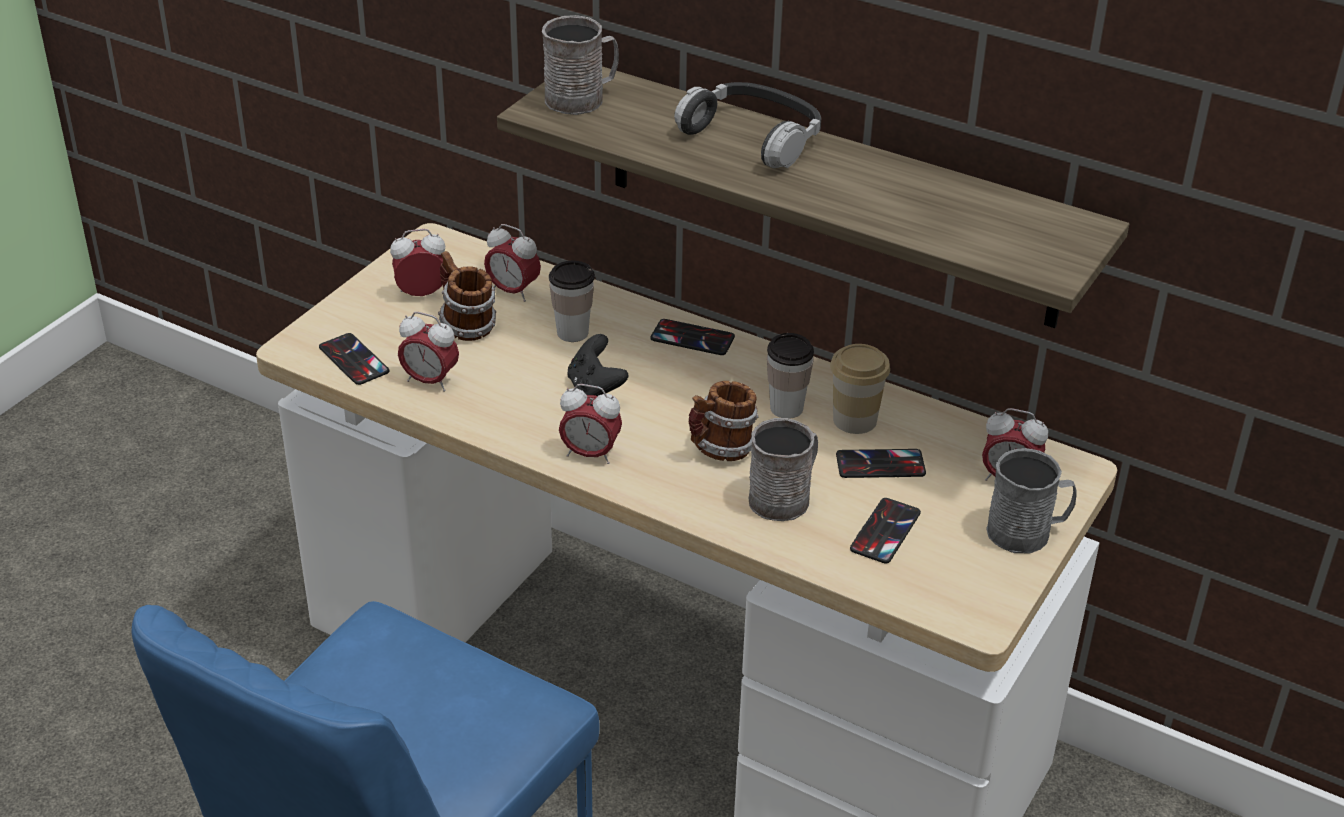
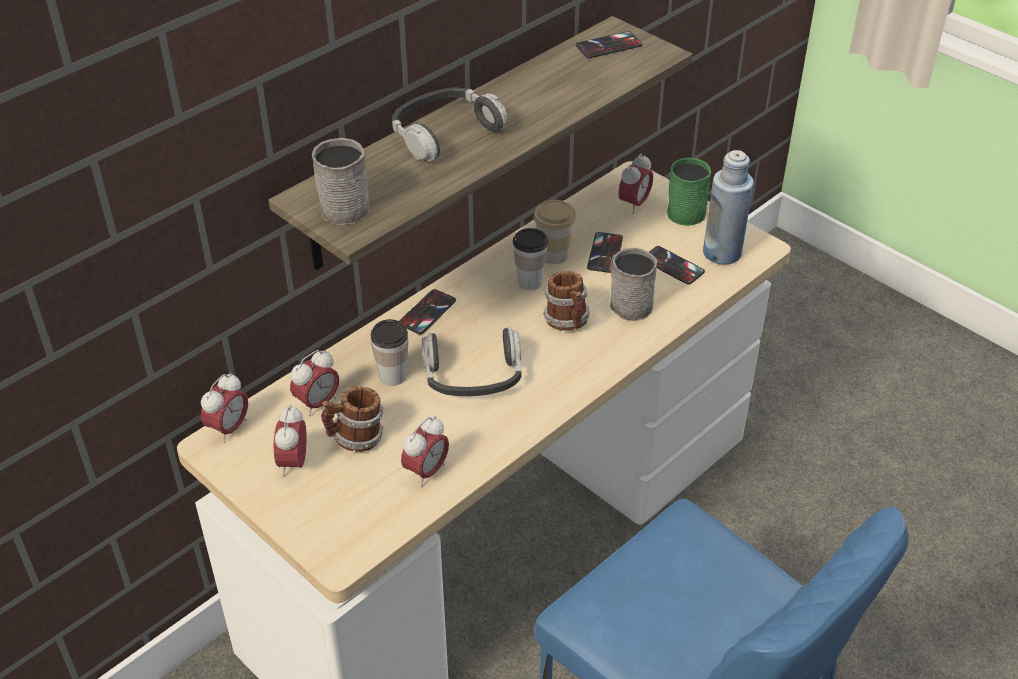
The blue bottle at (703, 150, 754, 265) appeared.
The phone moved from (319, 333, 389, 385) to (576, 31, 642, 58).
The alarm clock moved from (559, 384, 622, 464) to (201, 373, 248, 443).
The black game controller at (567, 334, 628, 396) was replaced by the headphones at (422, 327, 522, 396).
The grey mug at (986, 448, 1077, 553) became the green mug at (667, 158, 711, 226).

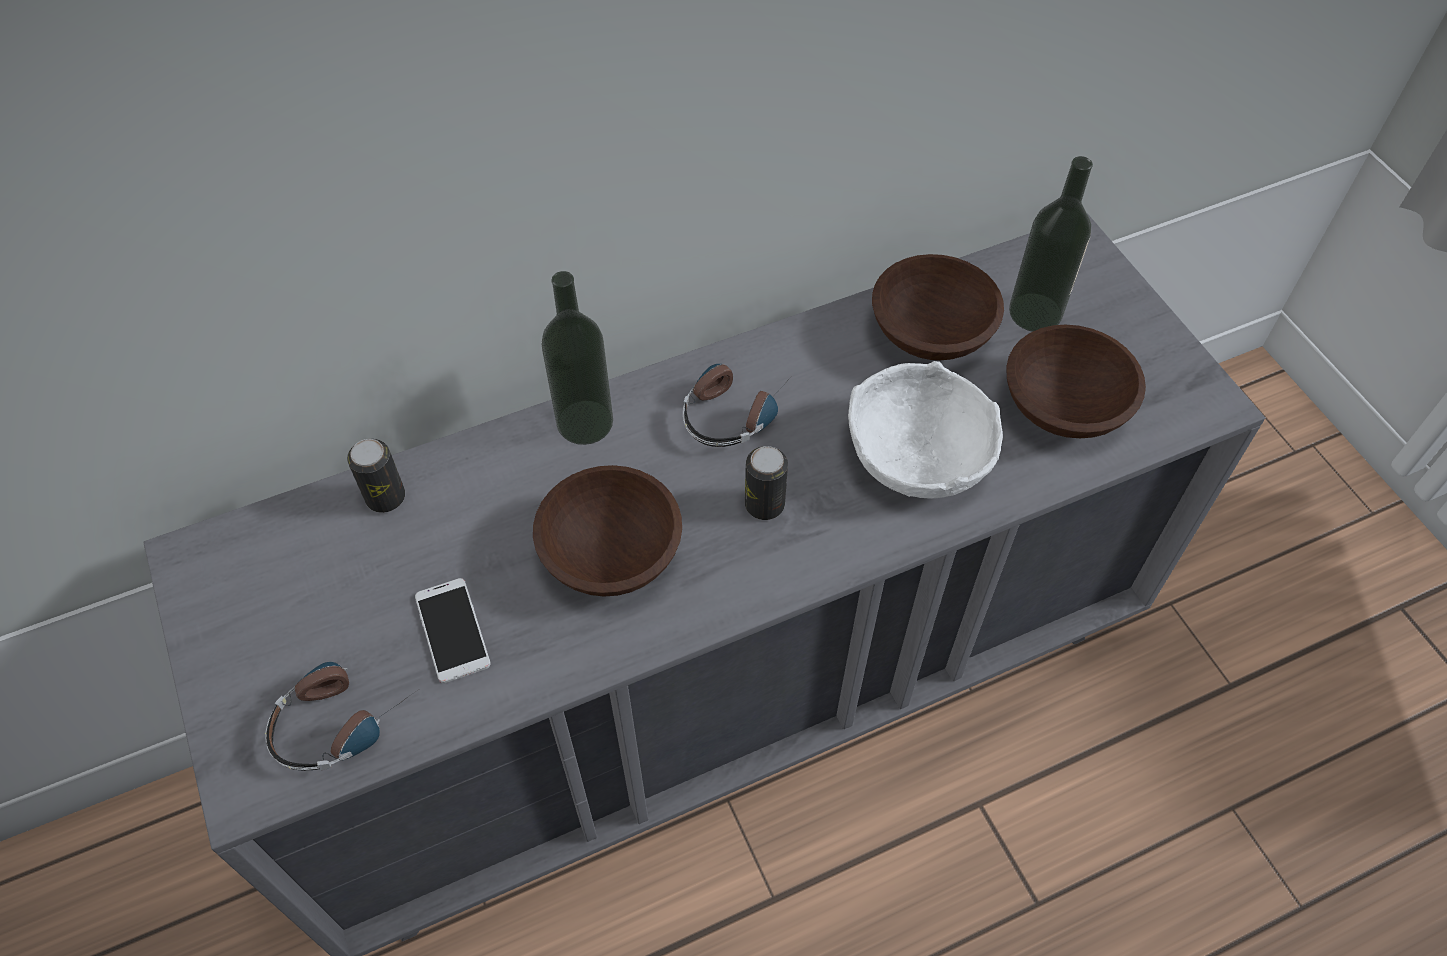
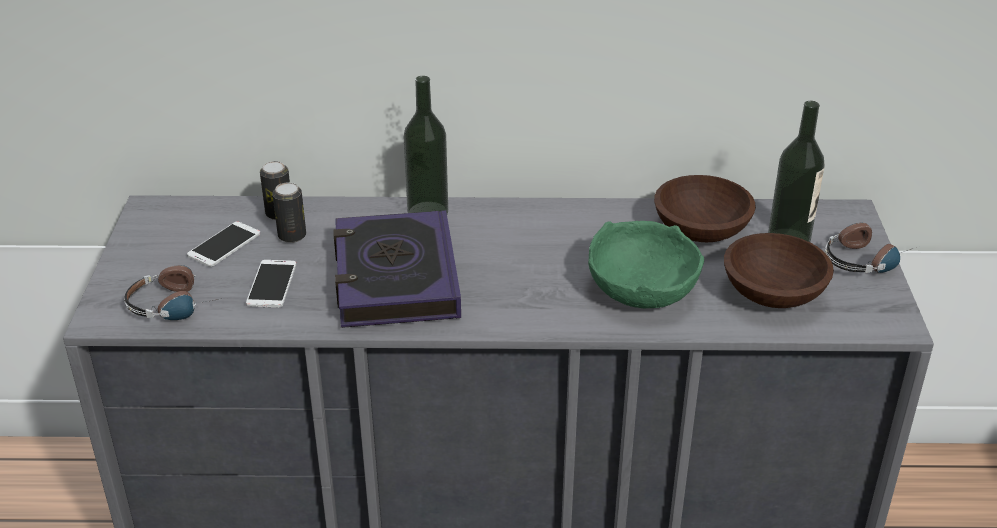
The phone at (187, 221, 260, 267) appeared.
The headphones moved from (683, 364, 796, 447) to (825, 223, 913, 273).
The can moved from (745, 446, 788, 520) to (272, 182, 306, 243).
The brown bowl at (533, 465, 682, 596) was replaced by the book at (333, 210, 461, 328).
The white bowl at (848, 361, 1003, 499) became the green bowl at (588, 221, 704, 308).

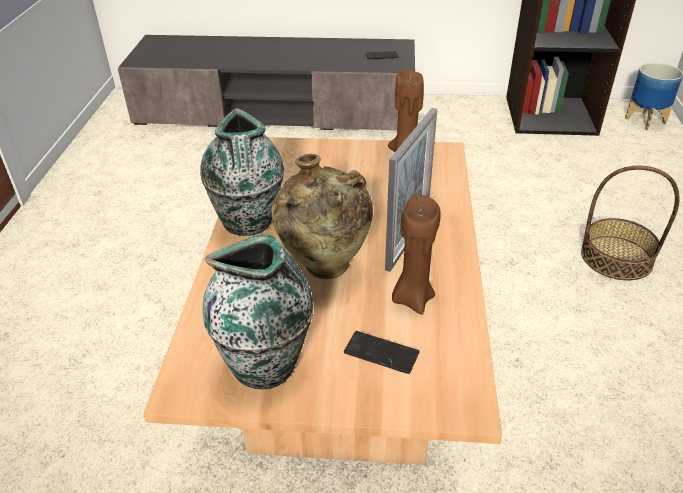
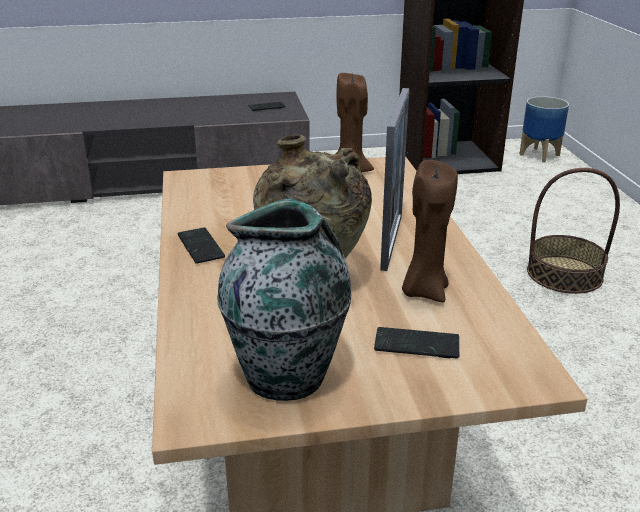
The vase at (200, 108, 284, 236) was replaced by the phone at (178, 227, 225, 264).

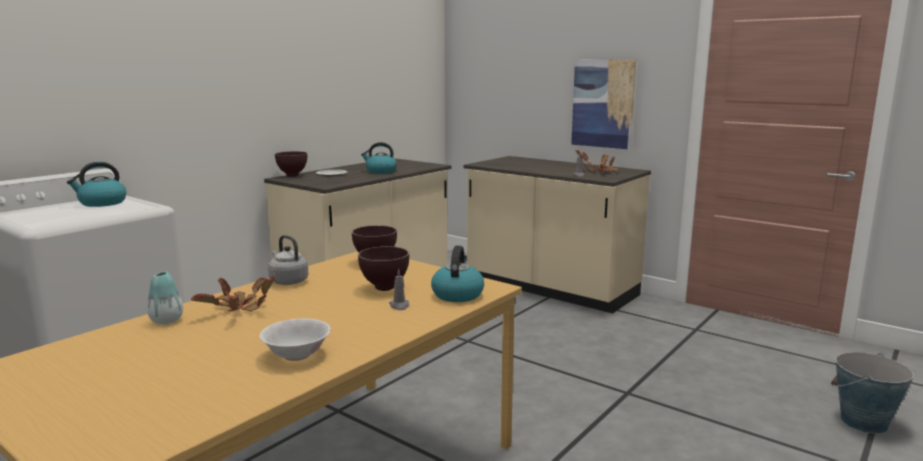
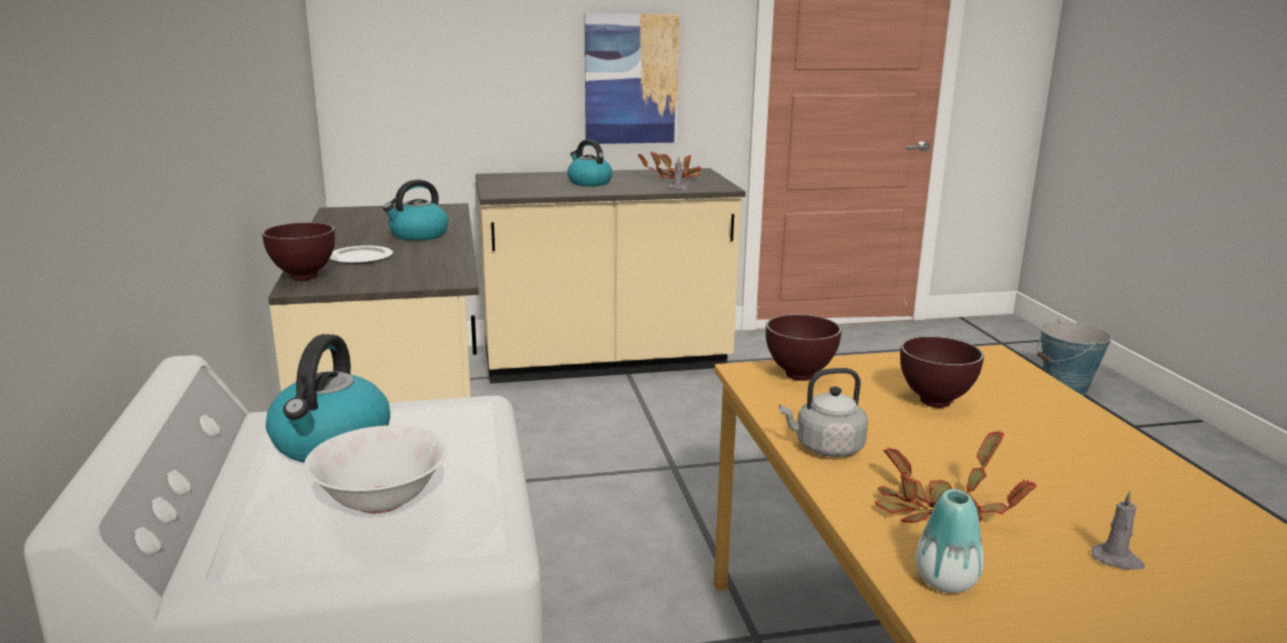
The white bowl moved from (259, 318, 331, 361) to (304, 425, 447, 514).
The grey candle moved from (389, 268, 409, 310) to (1092, 491, 1145, 570).
The kettle moved from (431, 246, 484, 302) to (567, 139, 613, 186).

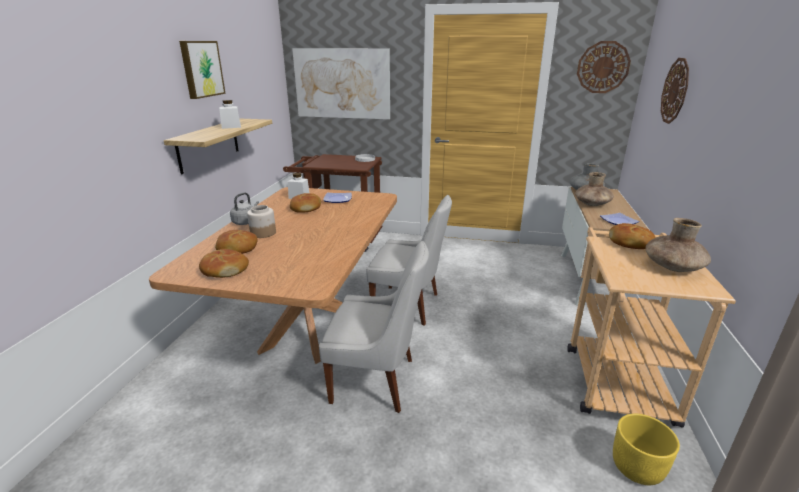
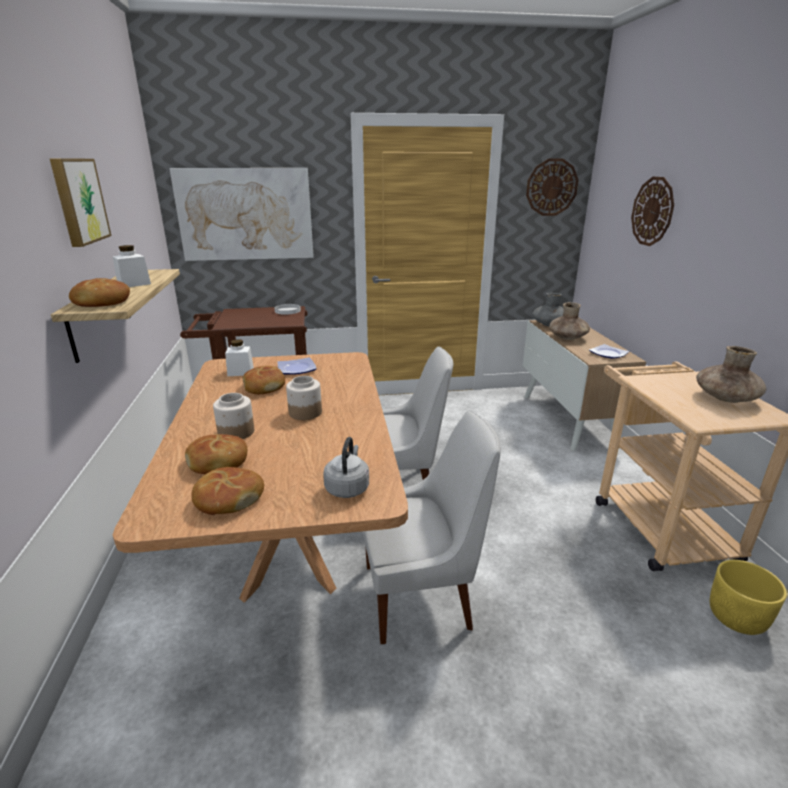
The jar at (286, 376, 322, 420) appeared.
The grey kettle moved from (230, 192, 259, 225) to (323, 437, 369, 498).
The bread moved from (609, 223, 655, 249) to (69, 278, 130, 307).

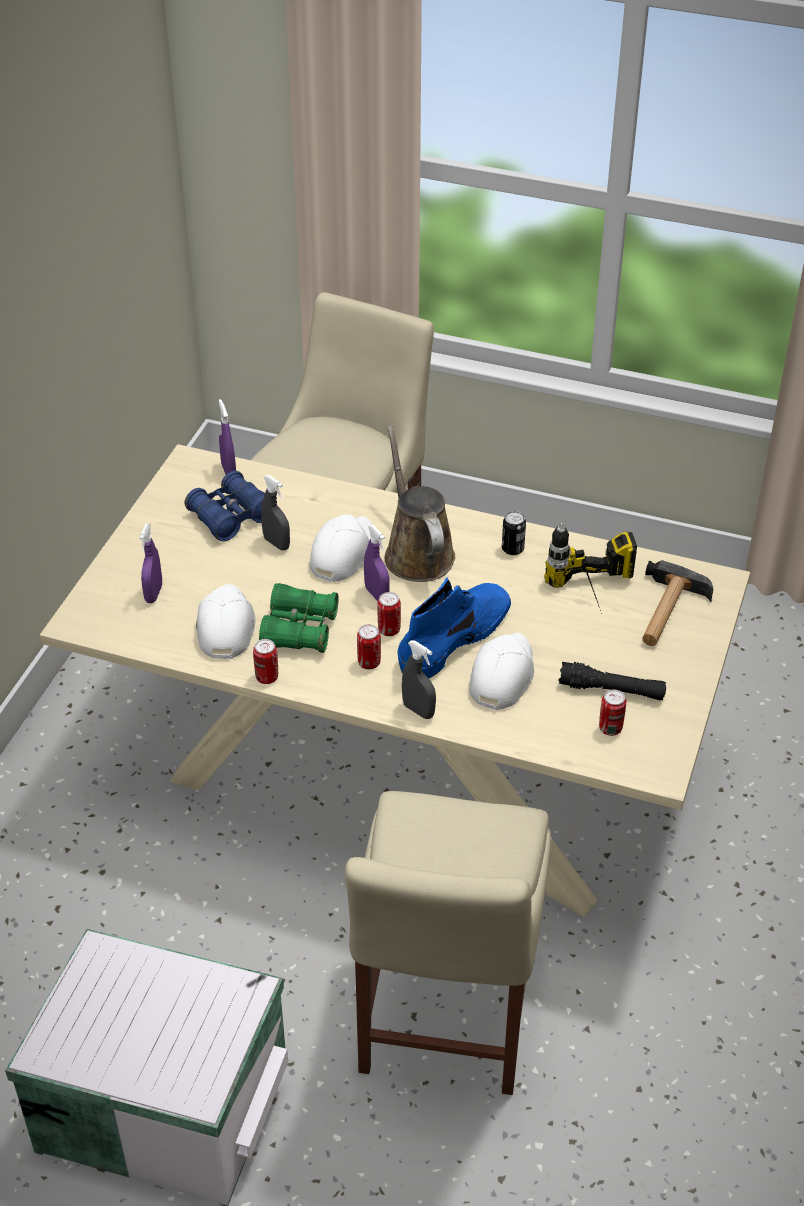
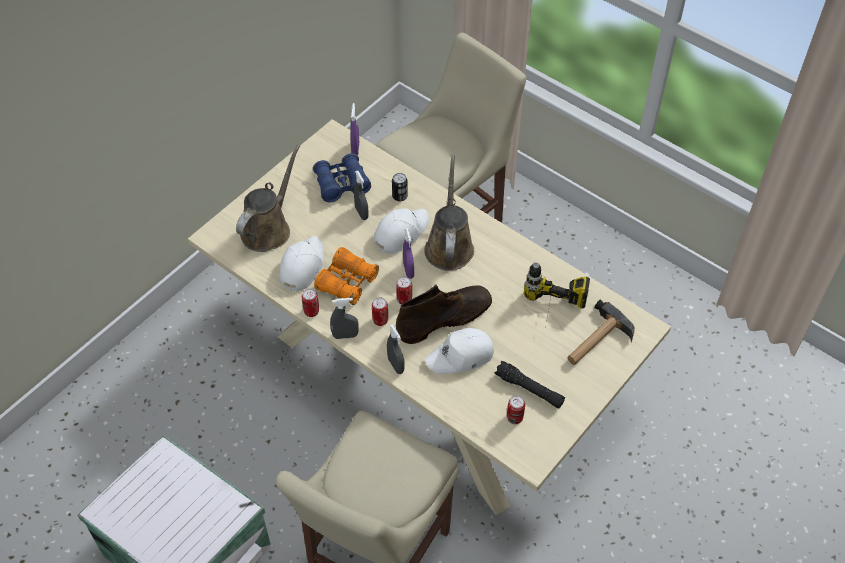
The grey spray bottle at (330, 298, 359, 339) appeared.
The can moved from (502, 511, 526, 555) to (392, 173, 408, 201).
The purple spray bottle at (139, 523, 162, 603) was replaced by the brown watering can at (236, 145, 300, 252).
The green binoculars at (259, 583, 339, 653) became the orange binoculars at (314, 247, 379, 305).
The blue boot at (397, 578, 511, 679) became the brown boot at (396, 284, 492, 344).
The white cap at (469, 633, 534, 710) turned 150 degrees counterclockwise.

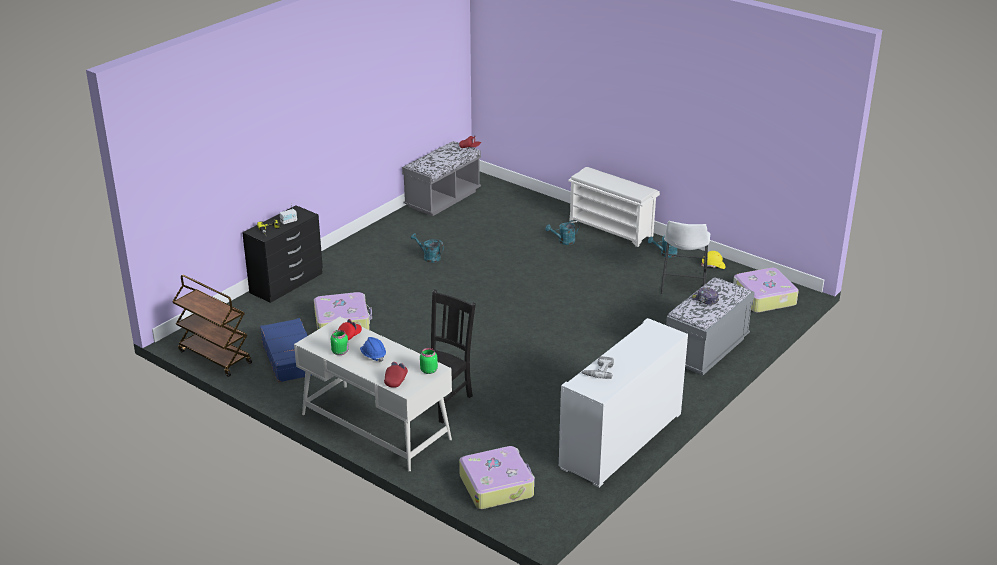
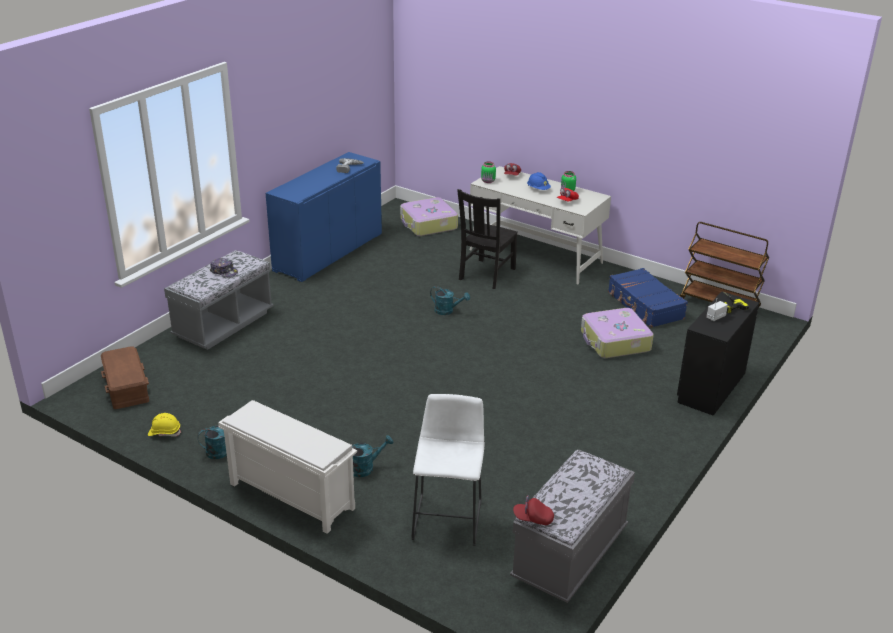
The turquoise watering can moved from (411, 233, 444, 263) to (430, 286, 470, 315).
The white stool moved from (661, 221, 710, 294) to (411, 394, 485, 546).
The suitcase at (733, 267, 799, 313) was replaced by the brown storage box at (101, 346, 149, 409).
The white cabinet at (559, 318, 688, 488) became the blue cabinet at (265, 152, 382, 282).

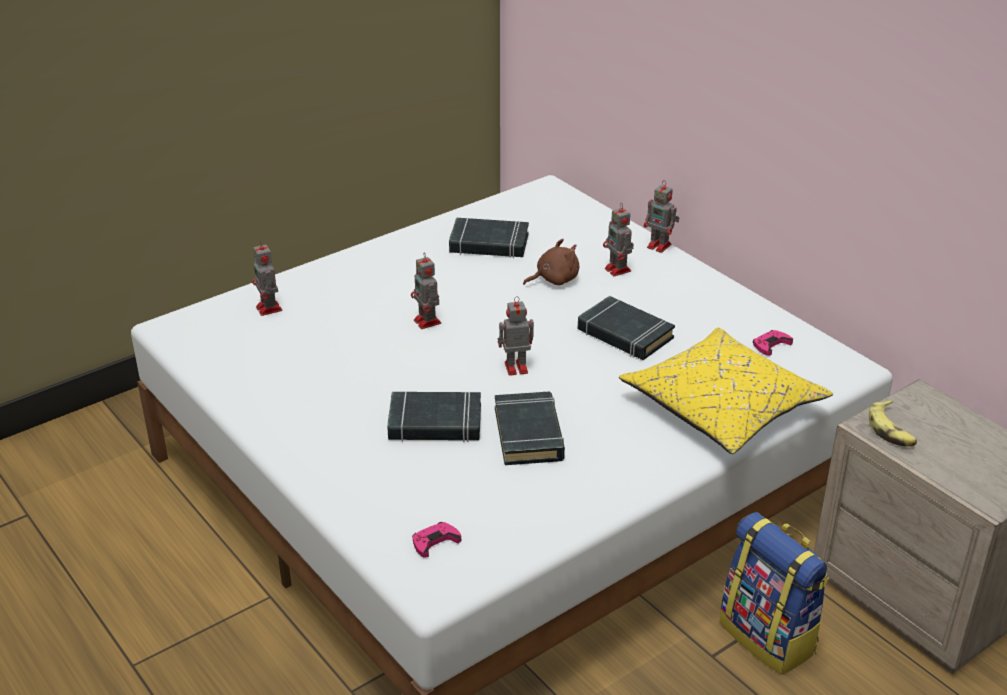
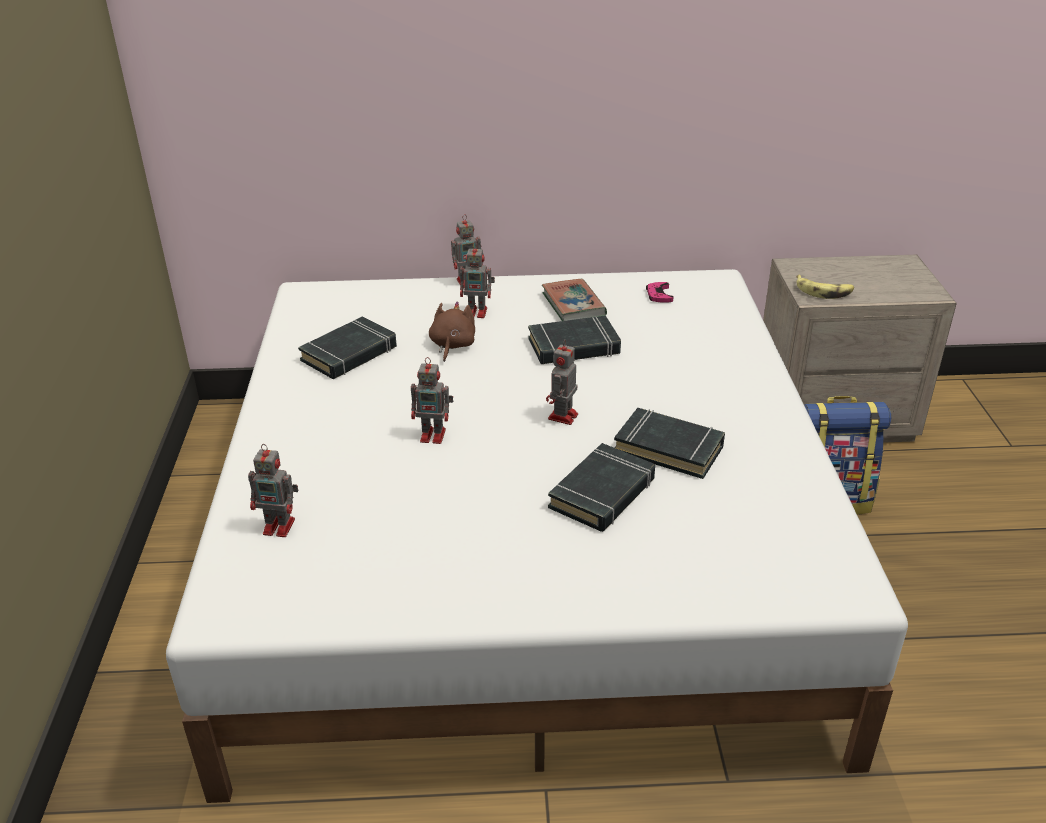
The pink game controller at (412, 522, 461, 558) disappeared.
The yellow pillow at (619, 328, 833, 454) disappeared.
The book at (542, 279, 607, 321) appeared.

